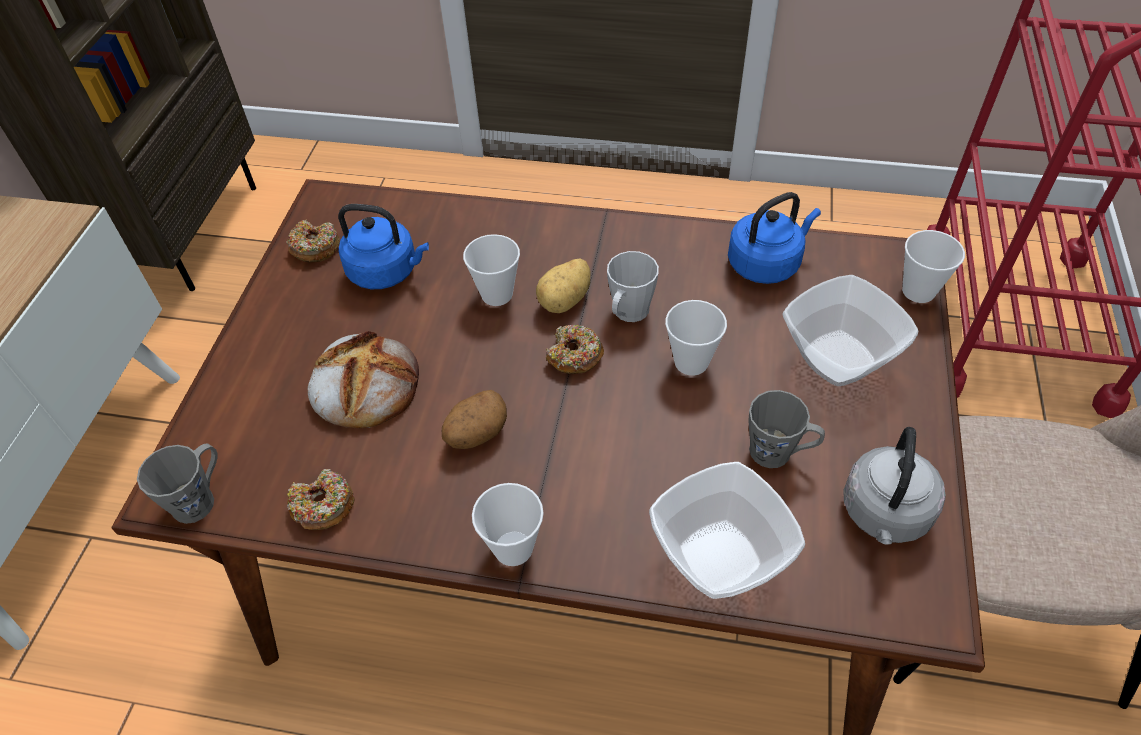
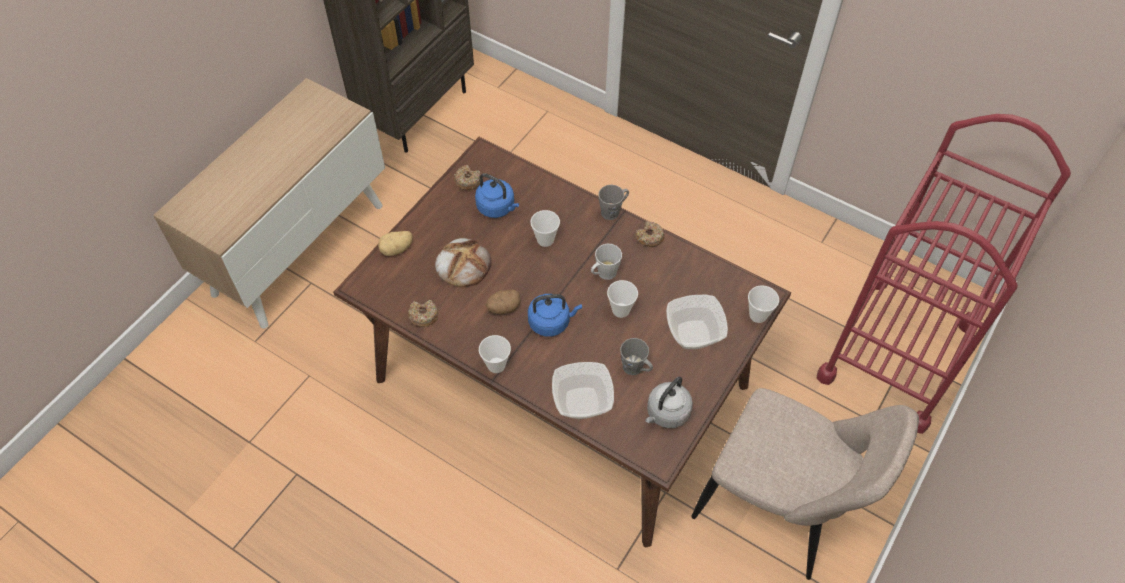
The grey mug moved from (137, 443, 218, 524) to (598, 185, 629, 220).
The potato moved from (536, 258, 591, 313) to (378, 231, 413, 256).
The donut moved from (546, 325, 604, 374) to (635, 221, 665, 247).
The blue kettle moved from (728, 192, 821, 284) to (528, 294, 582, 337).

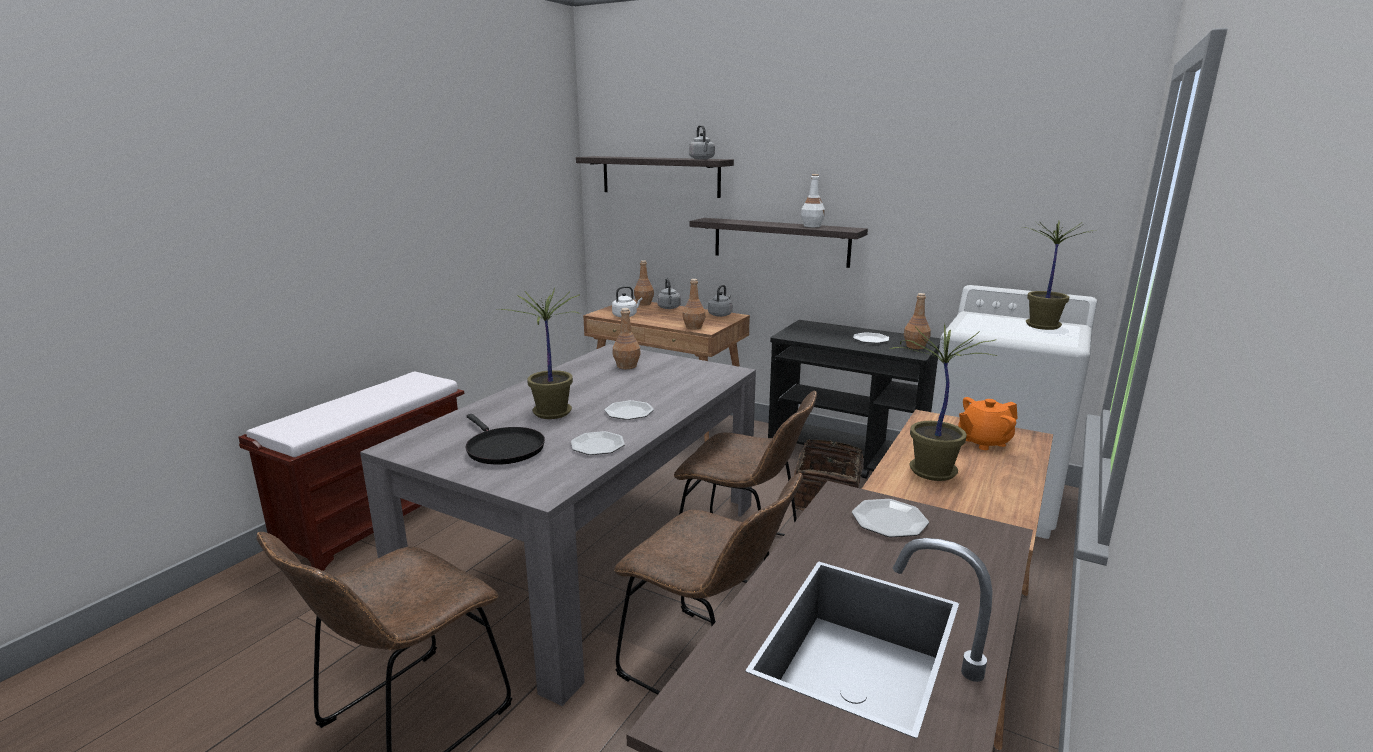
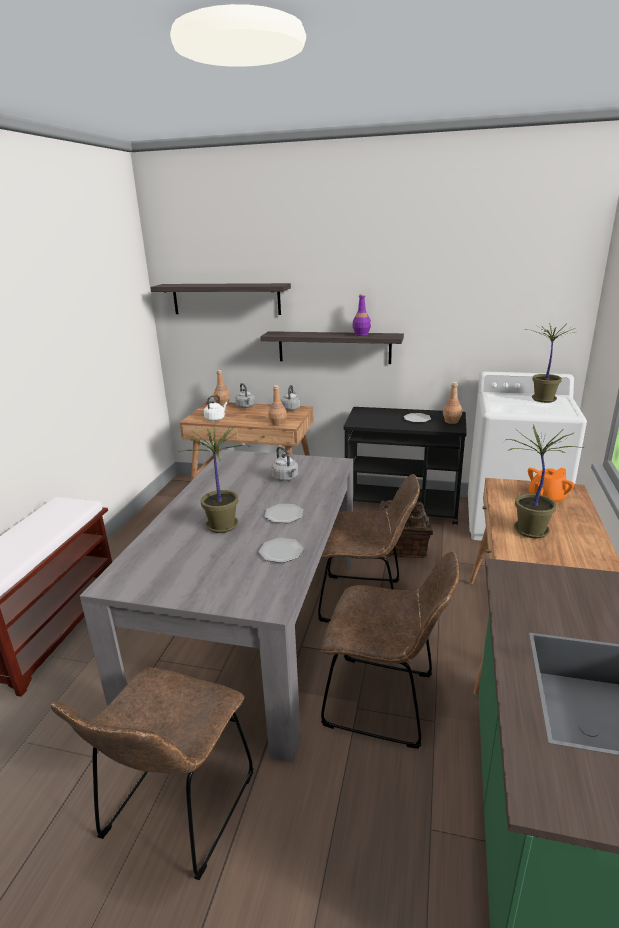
The black frying pan at (465, 414, 545, 465) disappeared.
The brown bottle at (613, 308, 641, 369) disappeared.
The plate at (852, 499, 929, 537) disappeared.
The grey kettle moved from (689, 125, 715, 159) to (271, 446, 298, 481).
The white bottle at (801, 174, 825, 227) became the purple bottle at (353, 294, 371, 336).

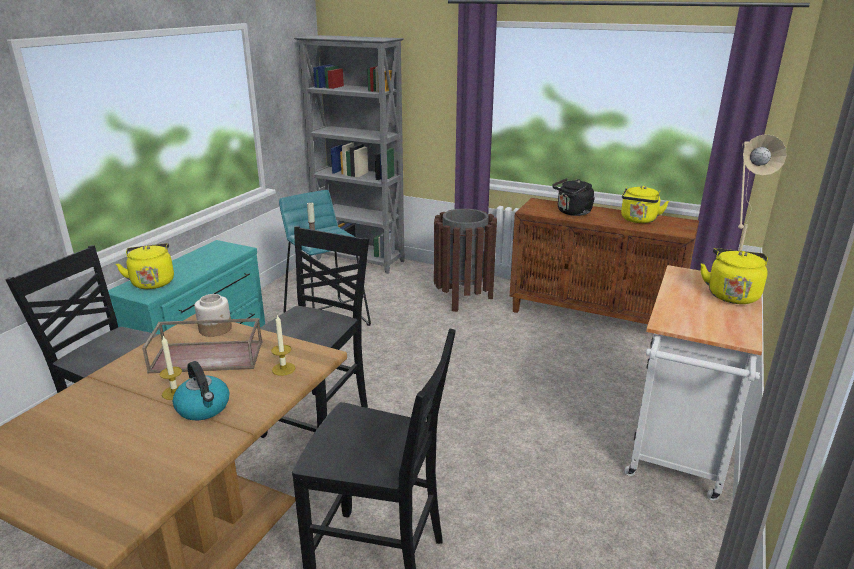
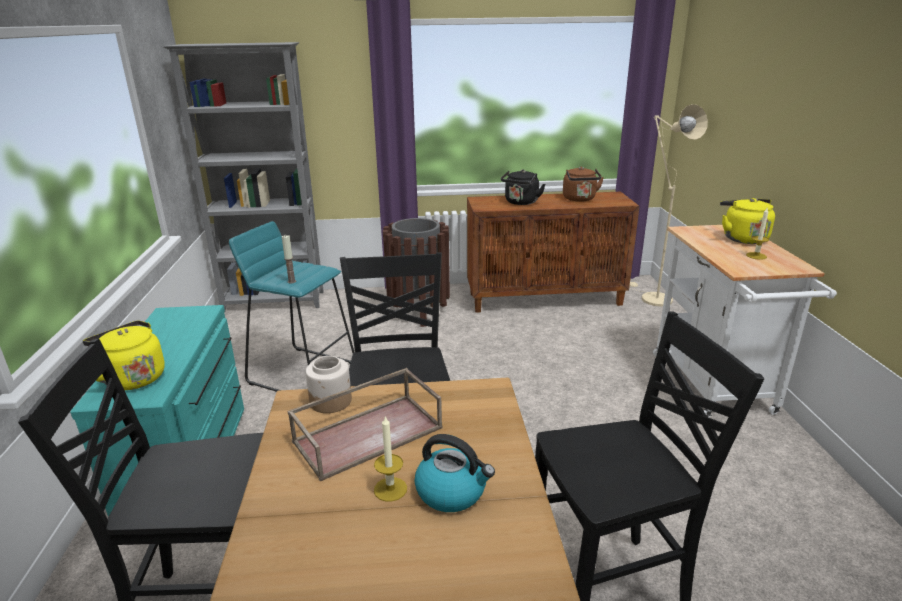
The candle moved from (271, 314, 295, 376) to (746, 208, 769, 260).
The yellow kettle at (621, 186, 669, 223) became the brown kettle at (563, 167, 604, 202).

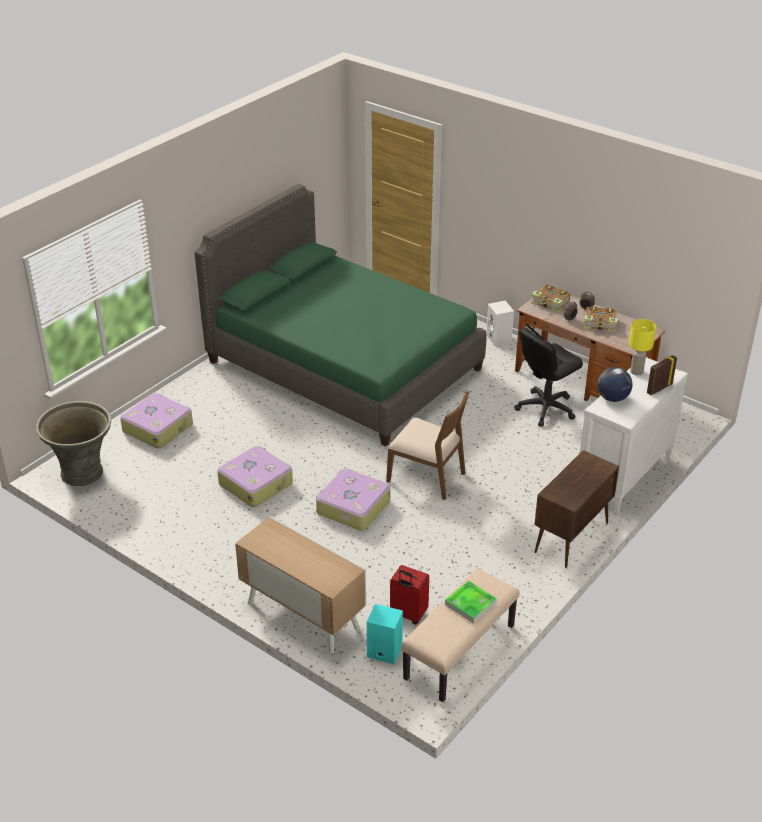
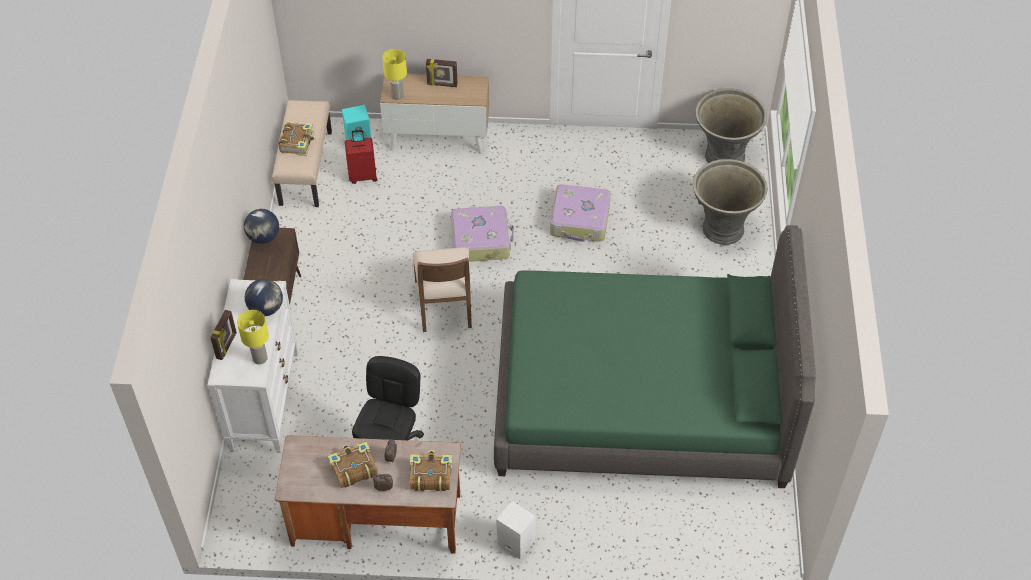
The globe at (244, 209, 279, 244) appeared.
The yellow table lamp at (382, 49, 407, 100) appeared.
The picture frame at (426, 59, 458, 87) appeared.
The suitcase at (120, 393, 193, 448) was replaced by the grey planter at (693, 159, 768, 245).
The tray at (445, 581, 497, 623) was replaced by the book at (279, 122, 315, 156).
The brown chair at (386, 391, 469, 500) turned 90 degrees counterclockwise.

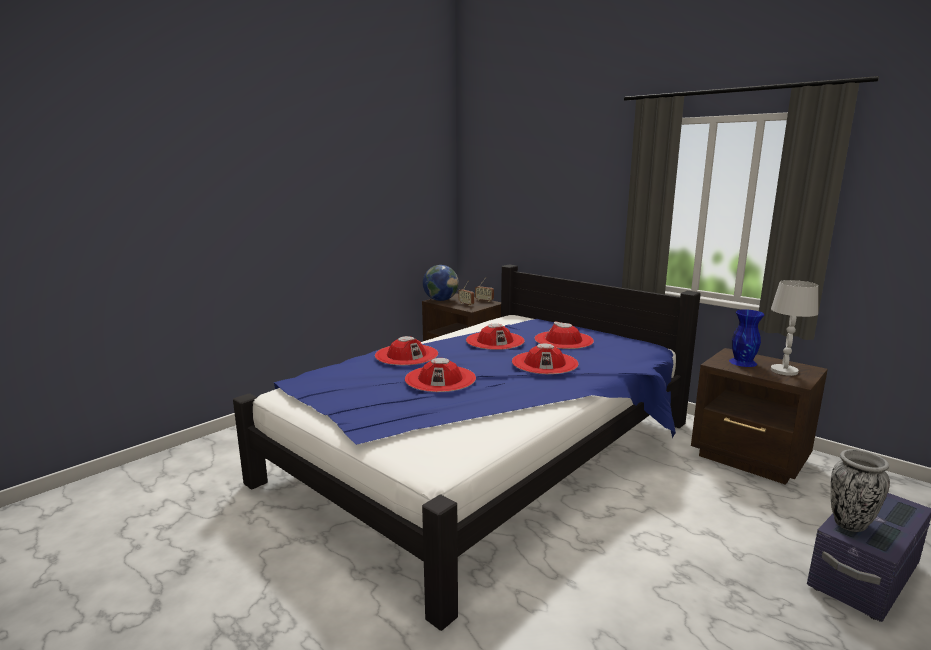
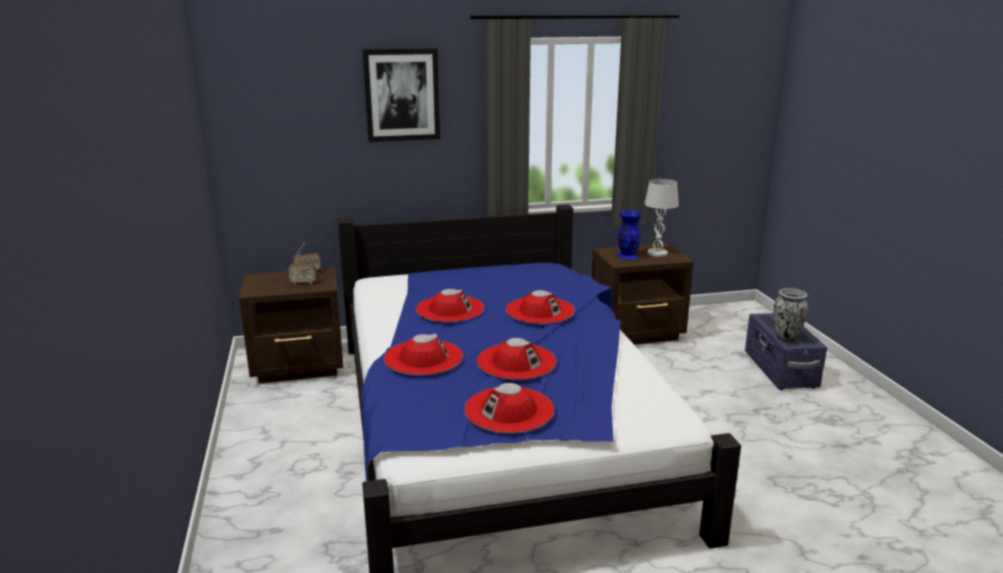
The globe at (423, 265, 459, 301) disappeared.
The picture at (363, 48, 440, 142) appeared.
The red hat moved from (535, 321, 594, 349) to (465, 383, 554, 433).

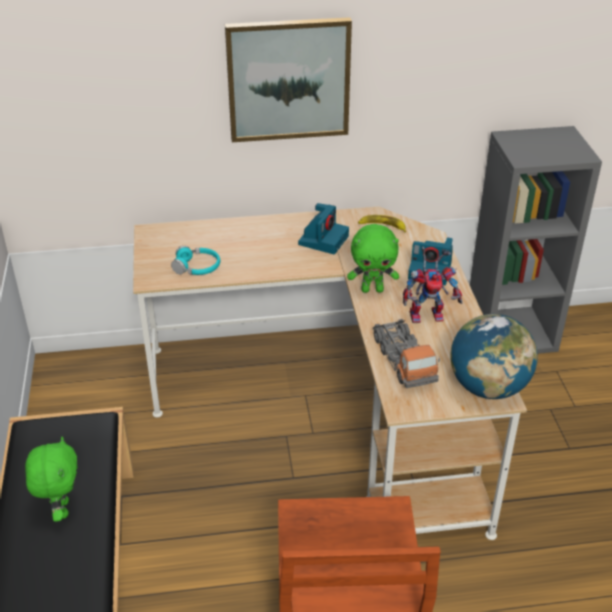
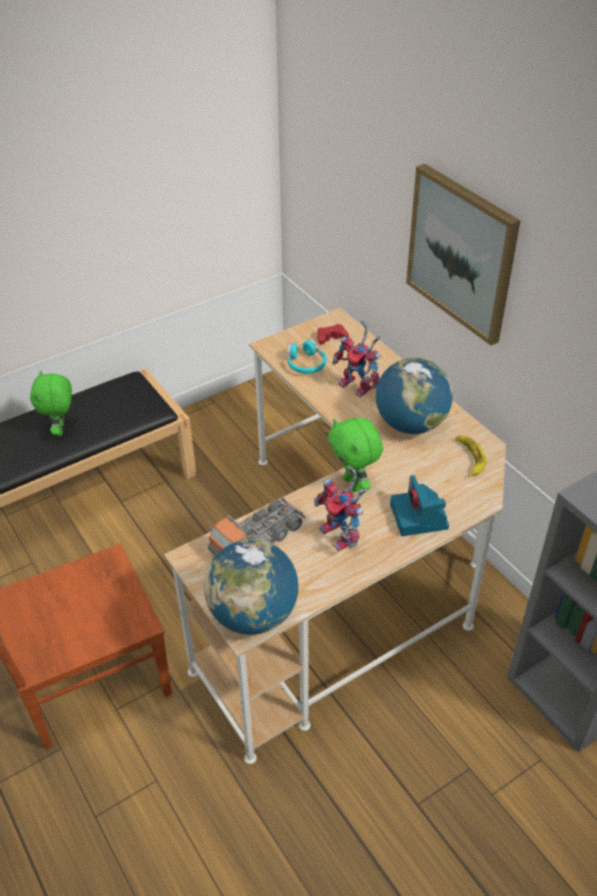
The red game controller at (317, 324, 349, 345) appeared.
The toy robot at (332, 320, 381, 397) appeared.
The photo camera at (298, 203, 349, 254) was replaced by the globe at (376, 357, 453, 434).
The green plush toy at (25, 437, 77, 522) turned 120 degrees clockwise.

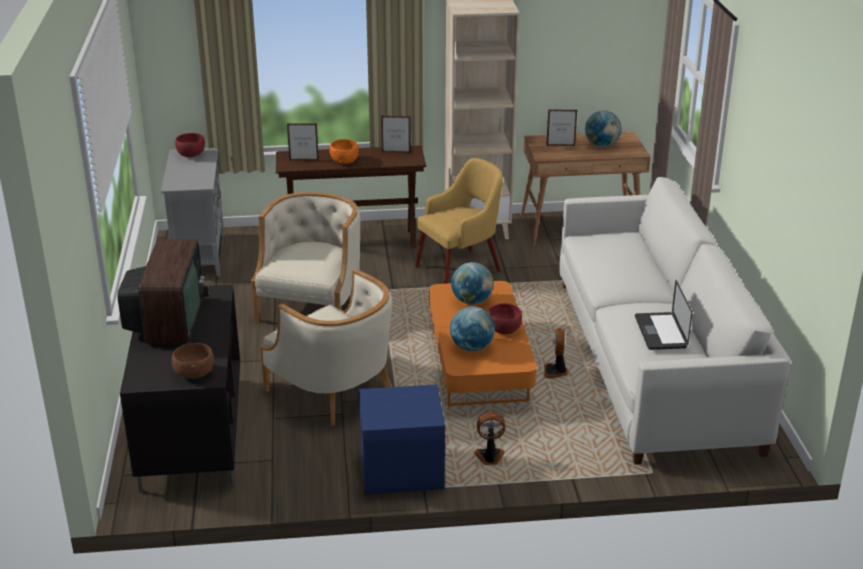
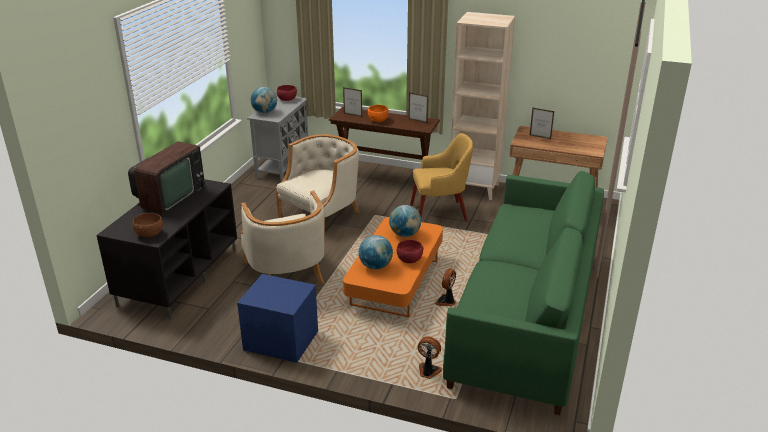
The laptop at (635, 280, 692, 350) disappeared.
The fan moved from (474, 412, 506, 465) to (418, 336, 442, 379).
The globe moved from (585, 110, 621, 147) to (251, 87, 277, 114).
The white sofa at (559, 177, 791, 464) became the green sofa at (443, 171, 604, 415).

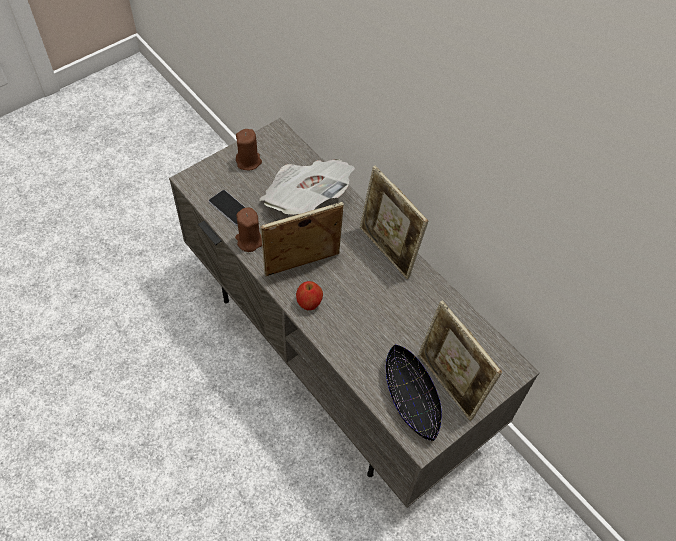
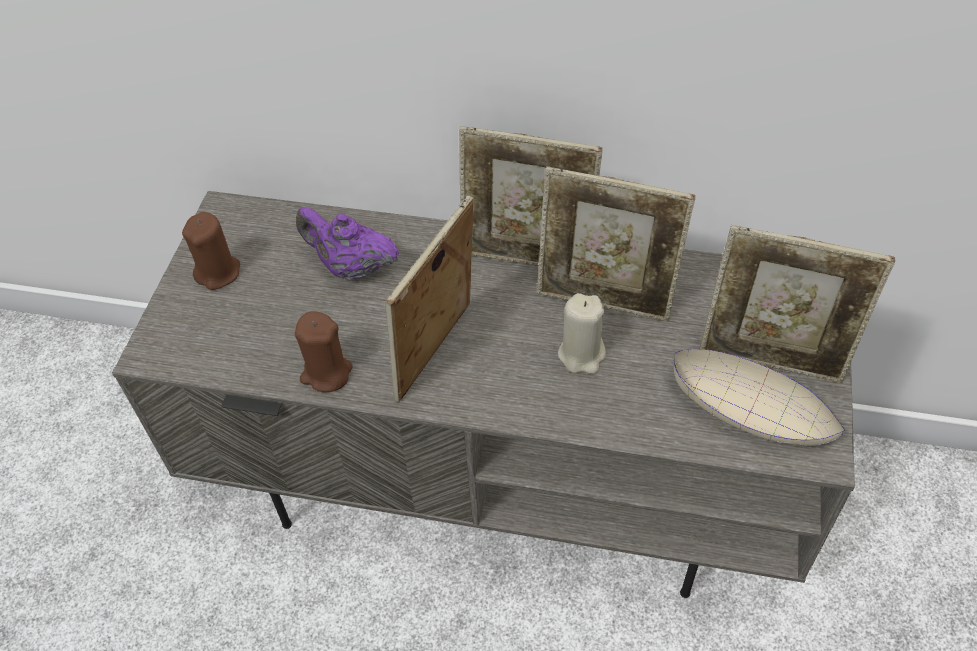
The phone at (209, 190, 246, 226) disappeared.
The apple at (296, 281, 323, 310) disappeared.
The picture frame at (537, 166, 695, 321) appeared.
The beige candle at (558, 293, 606, 374) appeared.
The newspaper at (259, 159, 355, 215) was replaced by the purple teapot at (296, 207, 399, 281).
The black bowl at (386, 344, 442, 441) became the beige bowl at (673, 349, 845, 446).

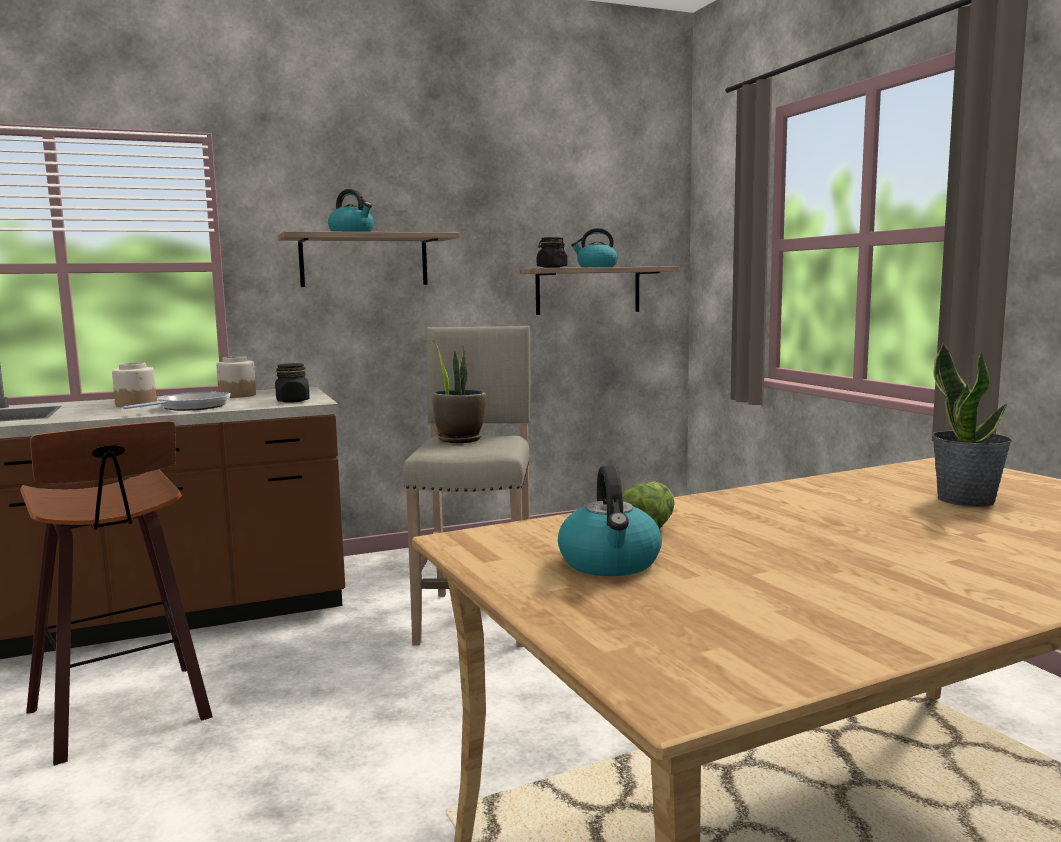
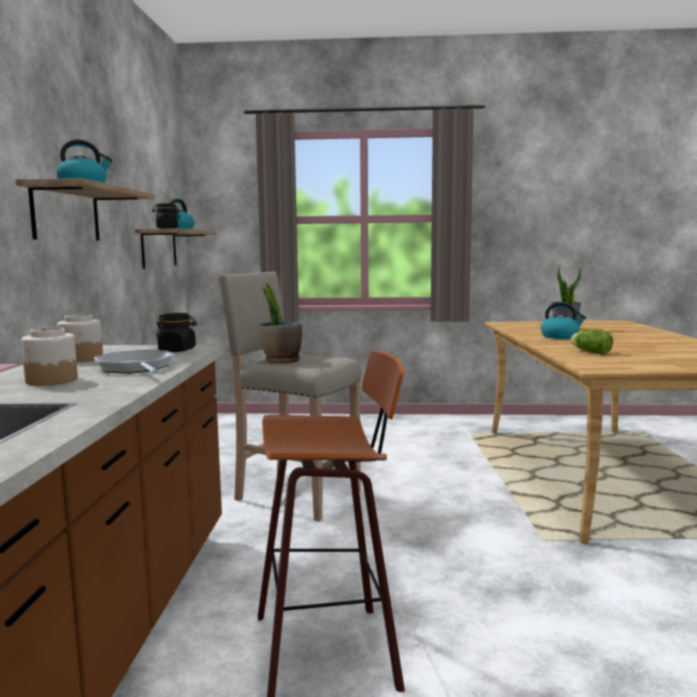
The kettle moved from (558, 465, 662, 576) to (541, 302, 586, 339).

